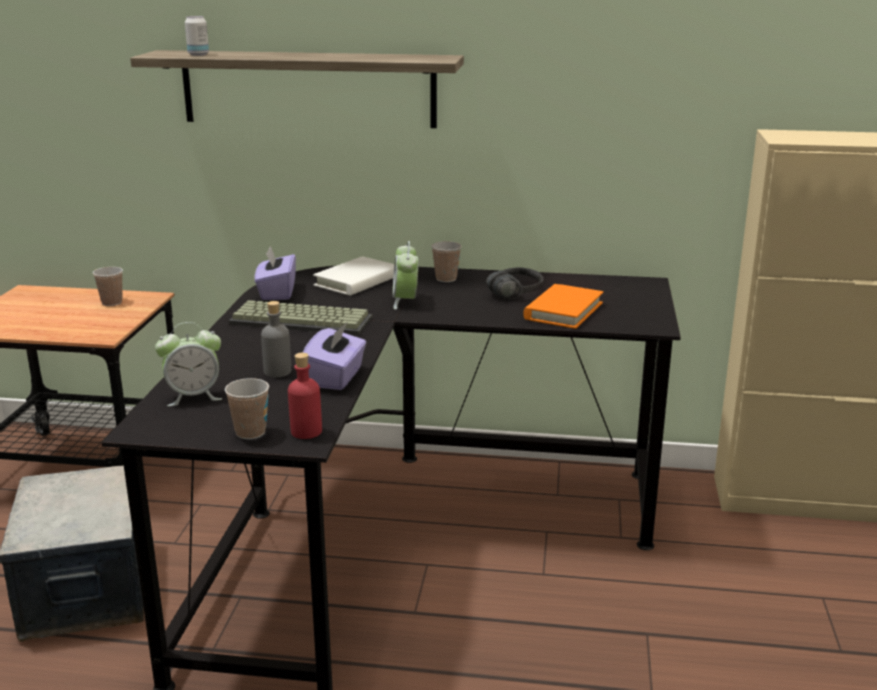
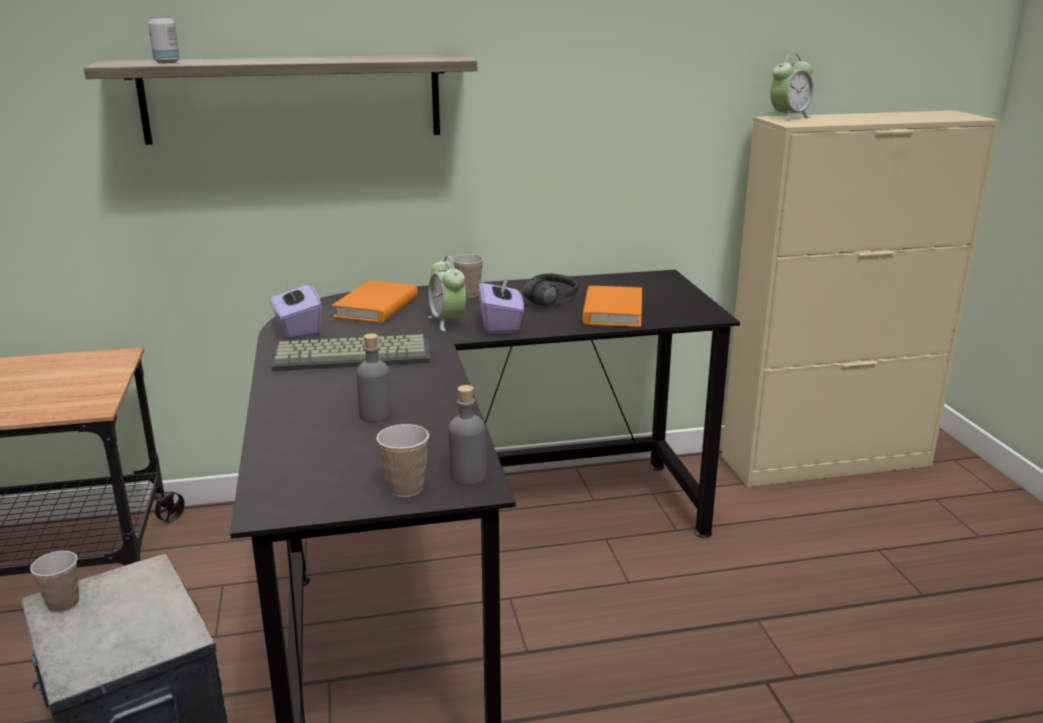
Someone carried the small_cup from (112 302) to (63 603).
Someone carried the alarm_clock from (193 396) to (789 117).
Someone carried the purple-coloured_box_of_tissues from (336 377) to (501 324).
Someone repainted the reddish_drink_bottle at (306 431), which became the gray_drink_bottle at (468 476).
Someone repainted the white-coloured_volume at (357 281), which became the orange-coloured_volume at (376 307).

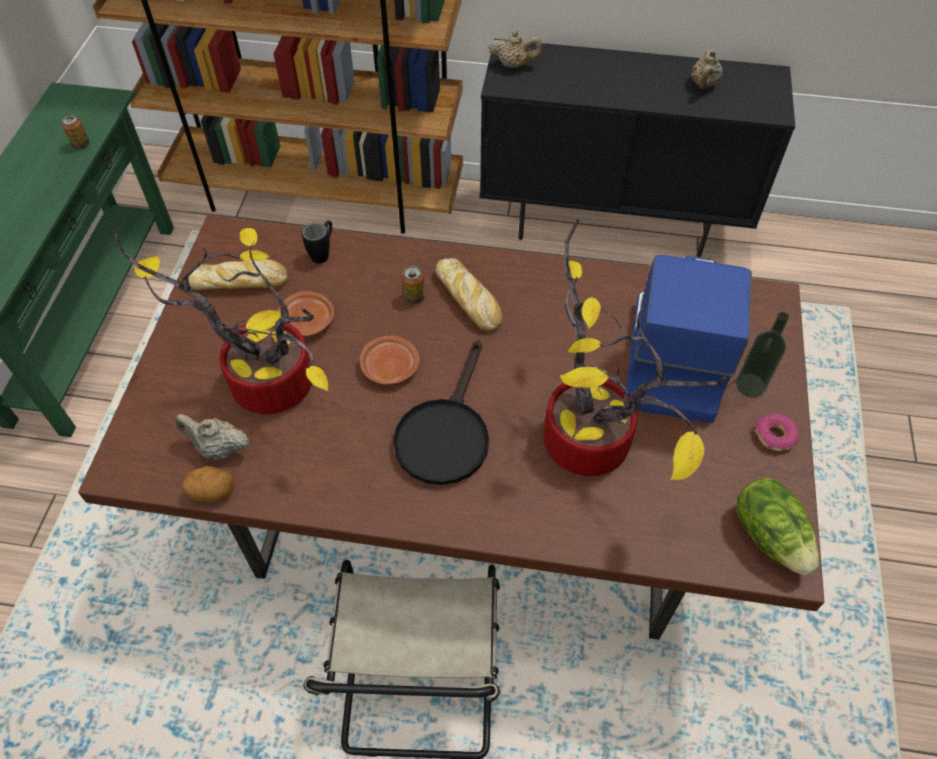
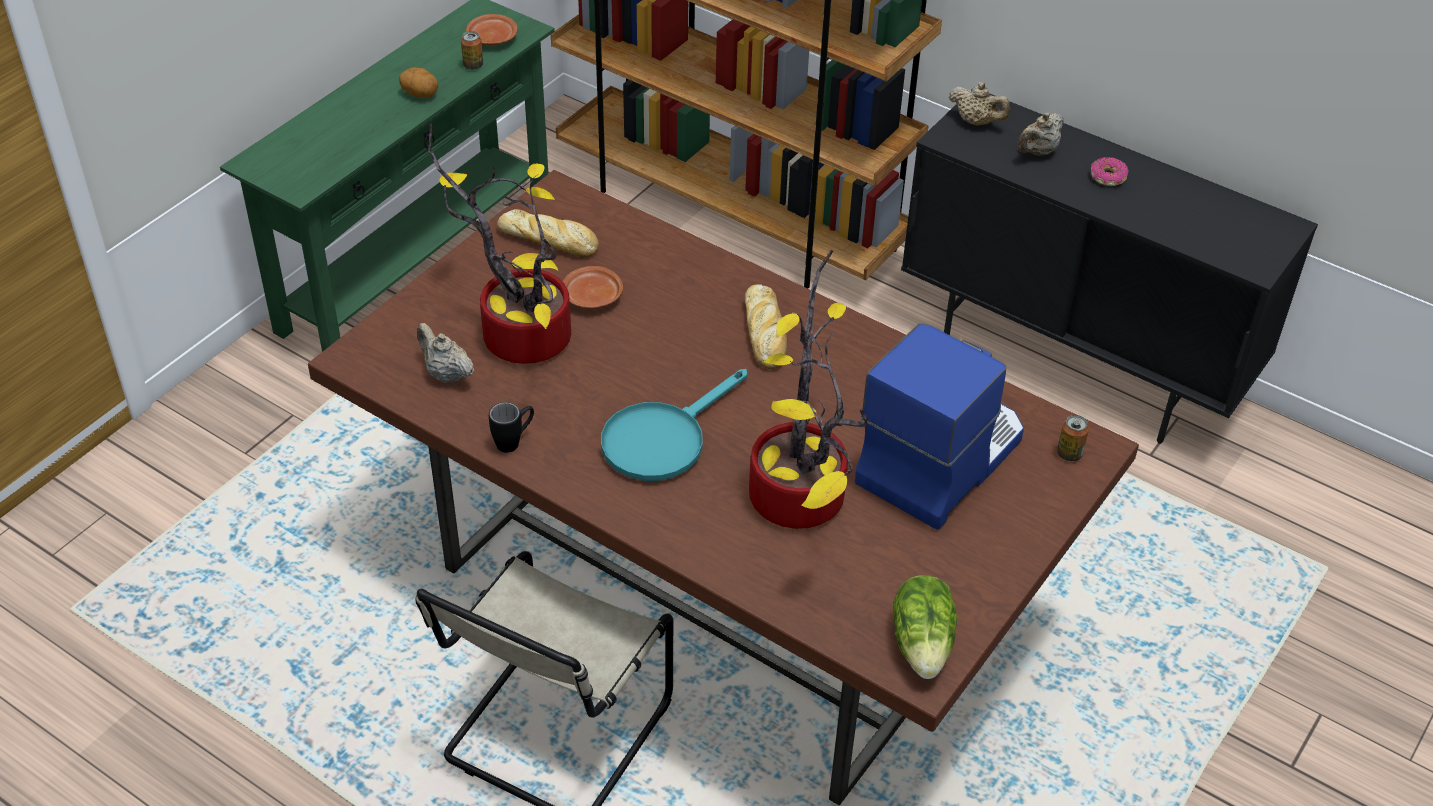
Someone took away the drink_bottle at (750 385).
Someone carried the whole_potato from (213 492) to (420 94).
Someone carried the black-coloured_tea_mug from (323 253) to (514 441).
Someone carried the brownish_flat_dish from (389 366) to (492 38).
Someone carried the sealed_can from (414 297) to (1069 454).
Someone carried the beige_tea_pot from (703 85) to (1038 152).
Someone carried the doughnut from (774 436) to (1107 177).
Someone repainted the black-coloured_skillet at (445 432), which became the blue-green_skillet at (663 438).

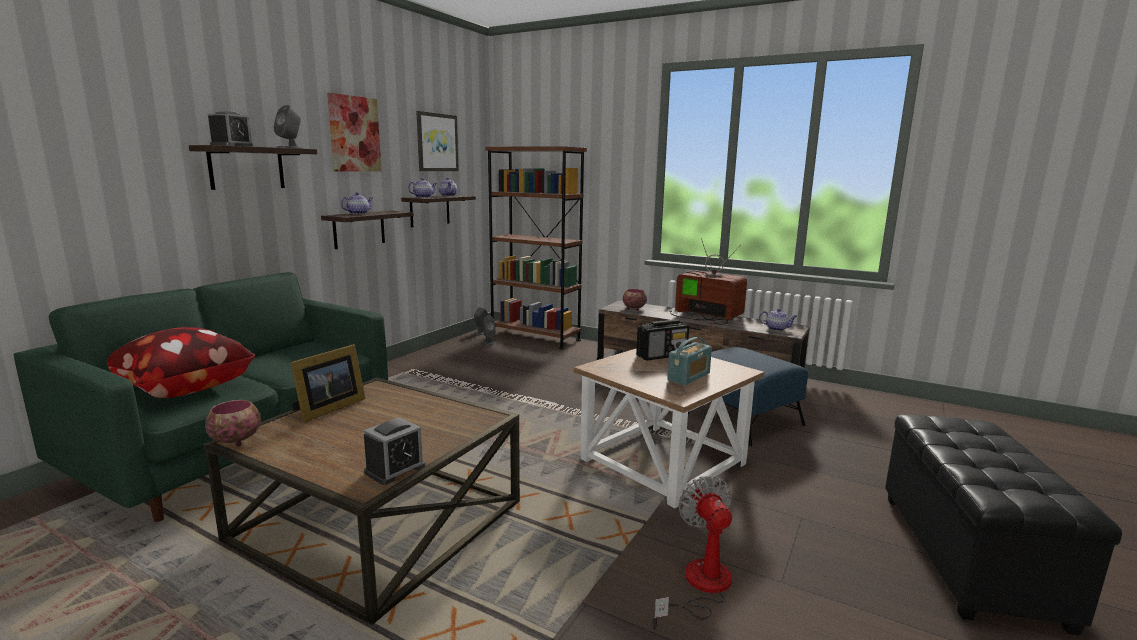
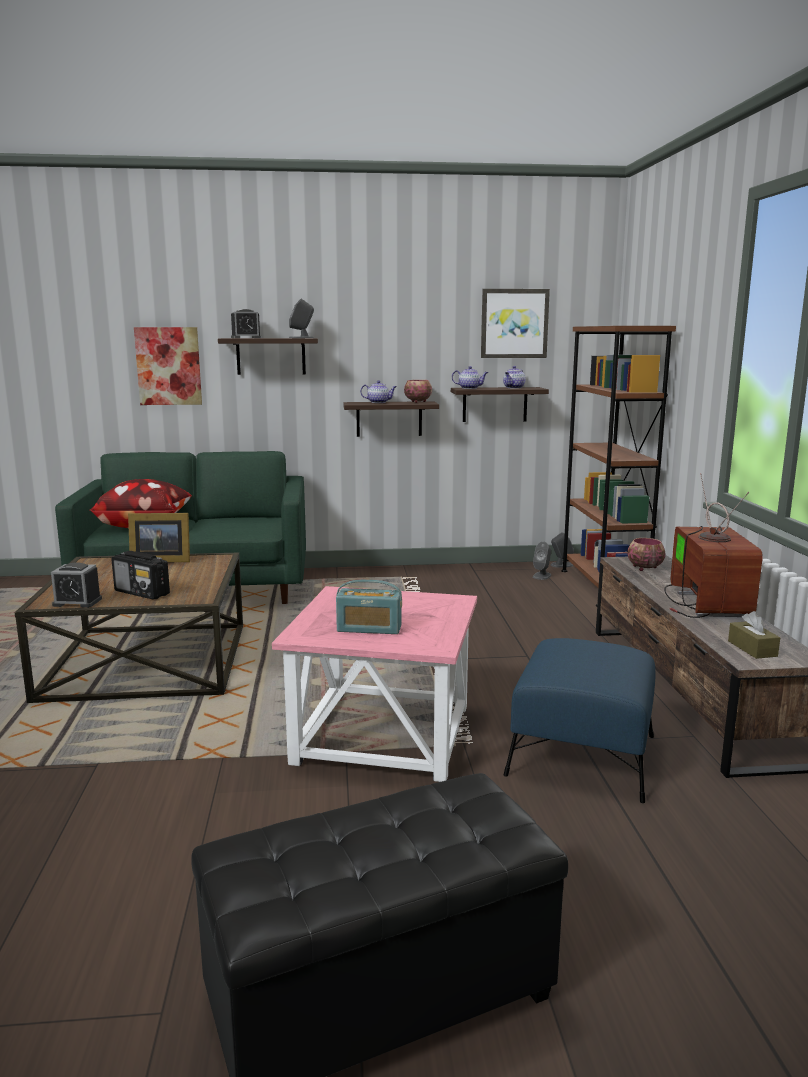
Someone took away the fan at (700 586).
Someone carried the serving_bowl from (236 440) to (418 402).
Someone carried the picture from (354 134) to (168 366).
Someone carried the radio from (662 355) to (142 593).
Someone swapped the tea_pot at (777 329) for the brownish_box_of_tissues at (752 648).
Someone repainted the brownish_side_table at (662 461), which became the pink-coloured_side_table at (386 733).

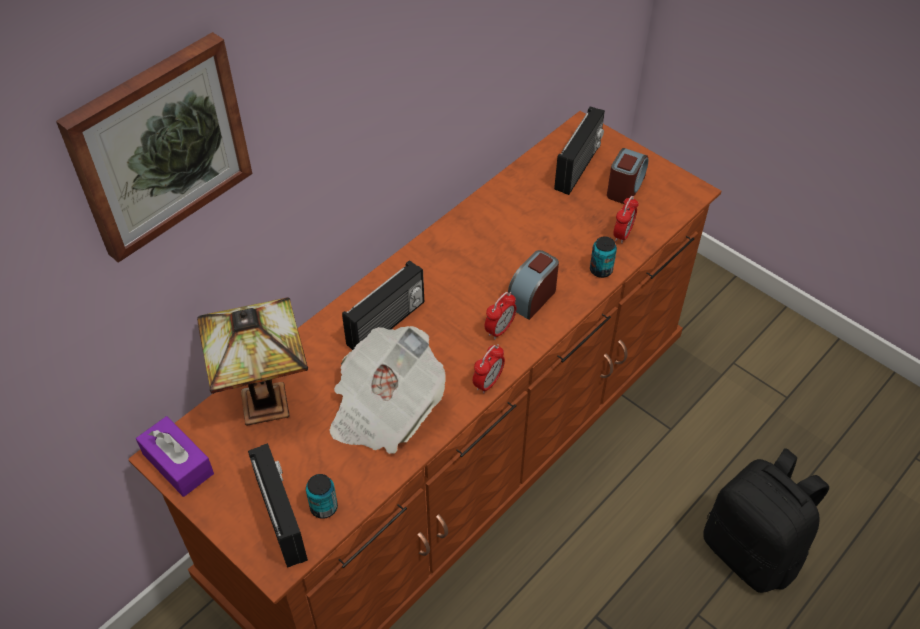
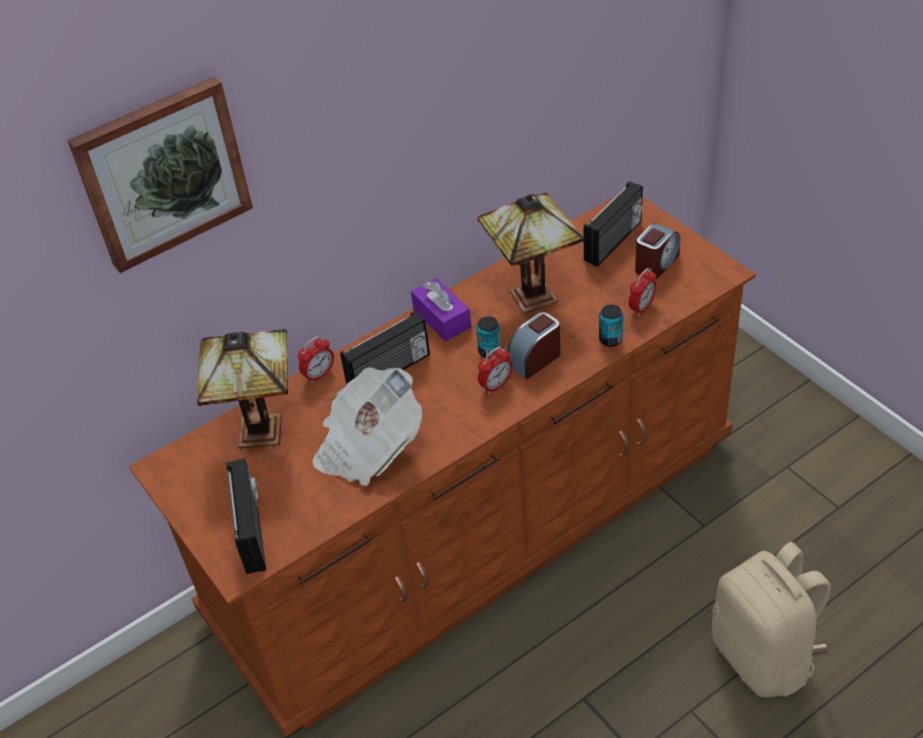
Someone put down the tabletop_lamp at (530 295).
Someone carried the purple-coloured_box_of_tissues from (178 464) to (442 318).
Someone carried the sealed_can from (324 507) to (490 351).
Someone carried the alarm_clock from (488 382) to (319 375).
Someone repainted the black-coloured_rucksack at (752 551), which became the beige_rucksack at (764 656).

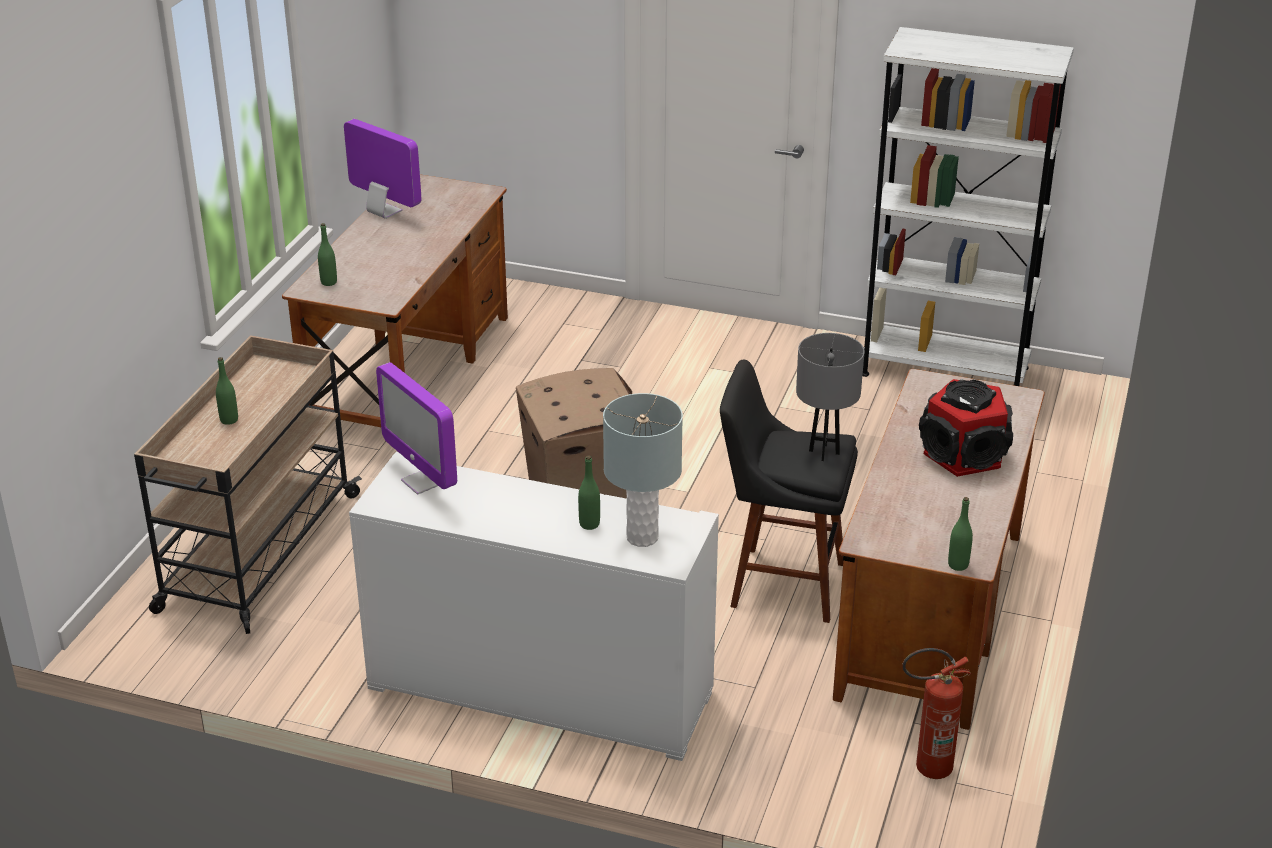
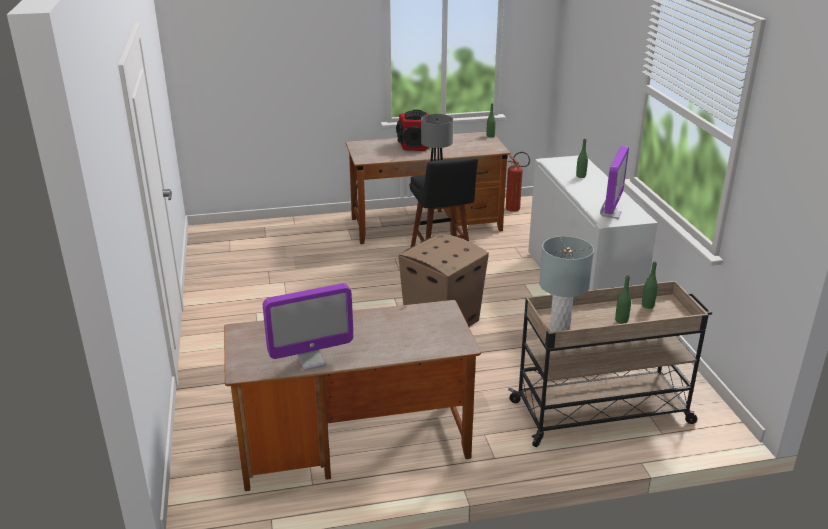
Someone took away the white-coloured_shelving_unit at (944 371).
Someone carried the green_drink_bottle from (329 282) to (647 306).
Someone carried the gray_tabletop_lamp from (641 537) to (559 330).
Someone rotated the monitor at (384 212) by 120 degrees counterclockwise.

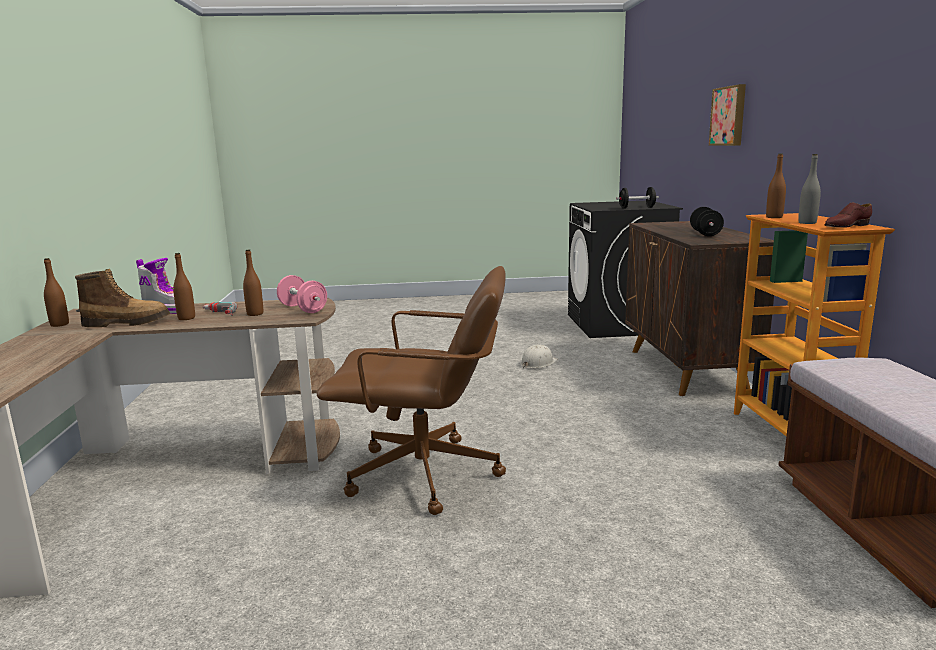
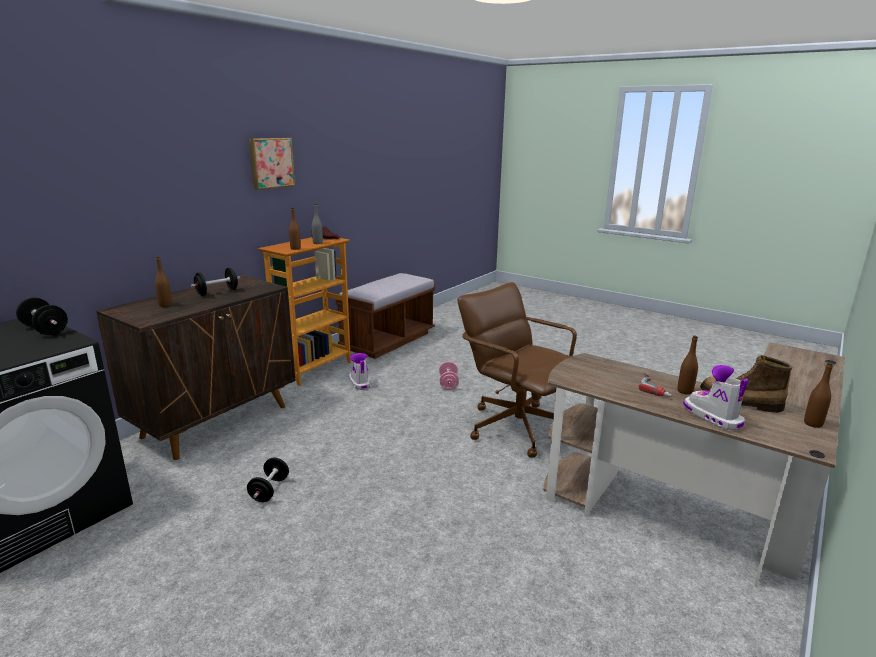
Someone put down the boot at (359 382).
Someone carried the brownish_drink_bottle from (255 314) to (165 305).
Someone carried the pink-coloured_dumbbell from (303 309) to (448 383).
Someone carried the picture from (729 116) to (271 163).
Someone swapped the white-coloured_hard_hat at (538 363) for the black-coloured_dumbbell at (269 490).

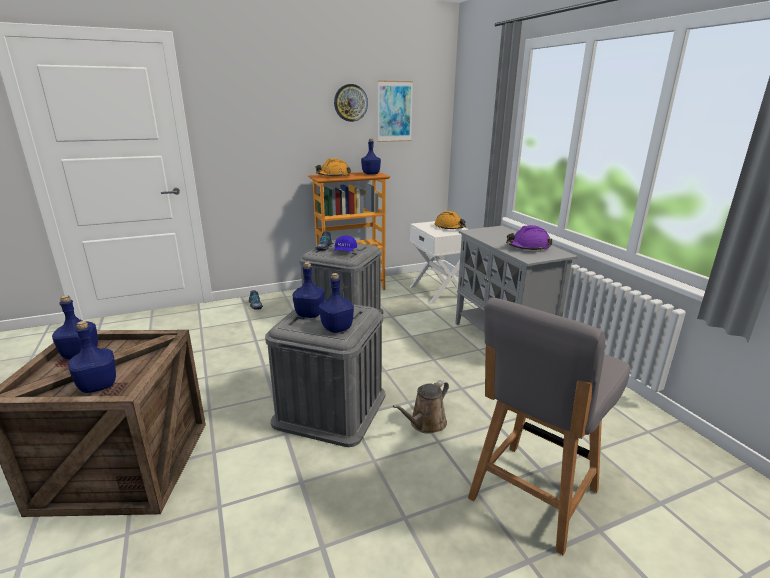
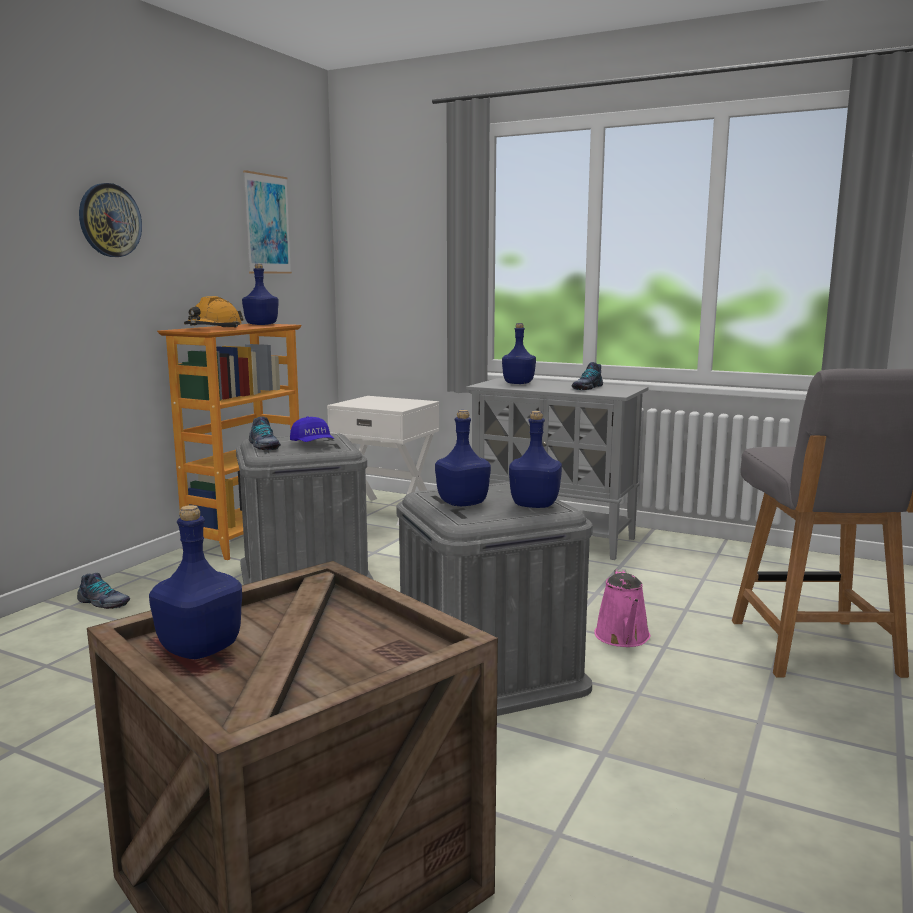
Someone took away the orange-coloured_hard_hat at (449 228).
Someone carried the bluish_drink_bottle from (98 386) to (519 383).
Someone carried the clock_on_the_wall from (350 103) to (109 220).
Someone swapped the purple-coloured_hard_hat at (528 247) for the item_of_footwear at (586 387).
Someone repainted the brownish_watering_pot at (425 424), which became the pink-coloured_watering_pot at (623 638).

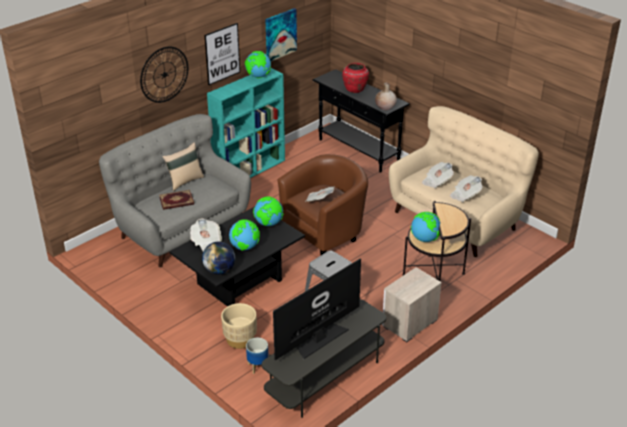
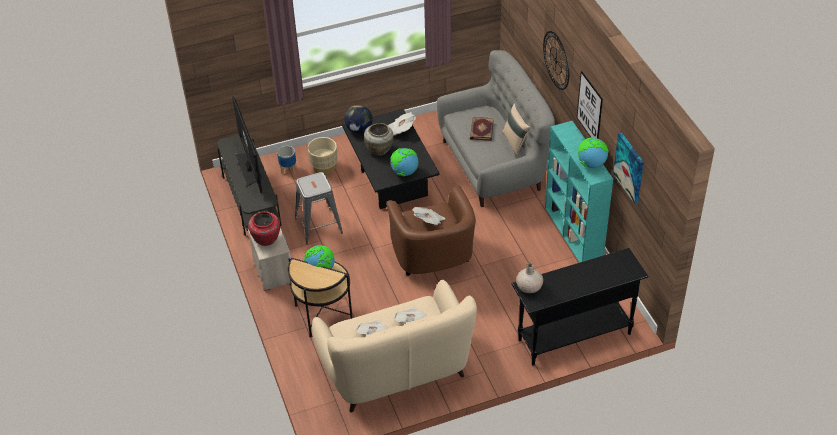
Someone carried the reddish_flower_vase from (355 89) to (266 240).
Someone swapped the desk_globe at (245 247) for the beige_flower_vase at (380 150).

